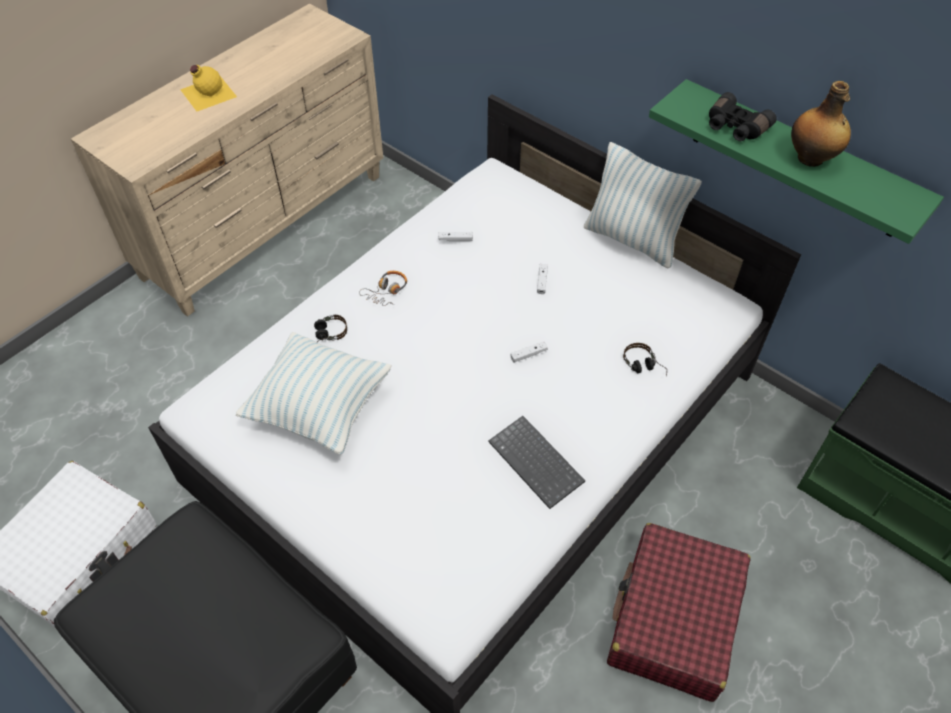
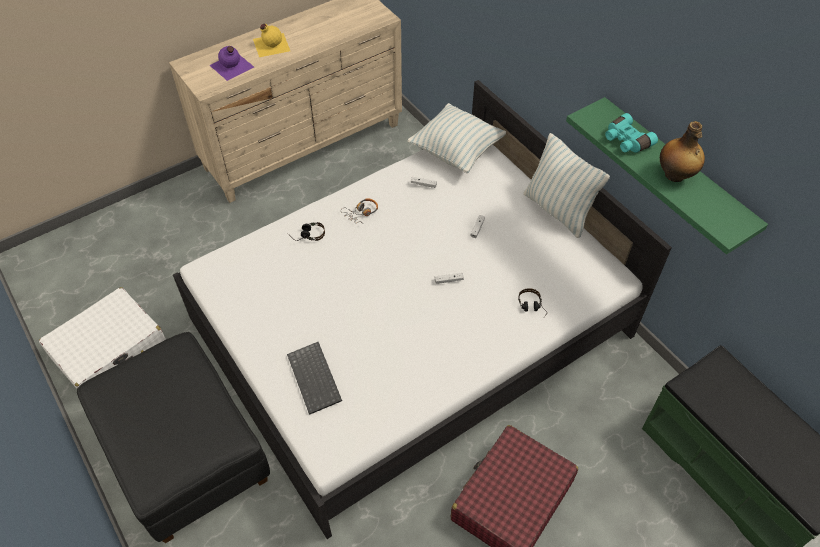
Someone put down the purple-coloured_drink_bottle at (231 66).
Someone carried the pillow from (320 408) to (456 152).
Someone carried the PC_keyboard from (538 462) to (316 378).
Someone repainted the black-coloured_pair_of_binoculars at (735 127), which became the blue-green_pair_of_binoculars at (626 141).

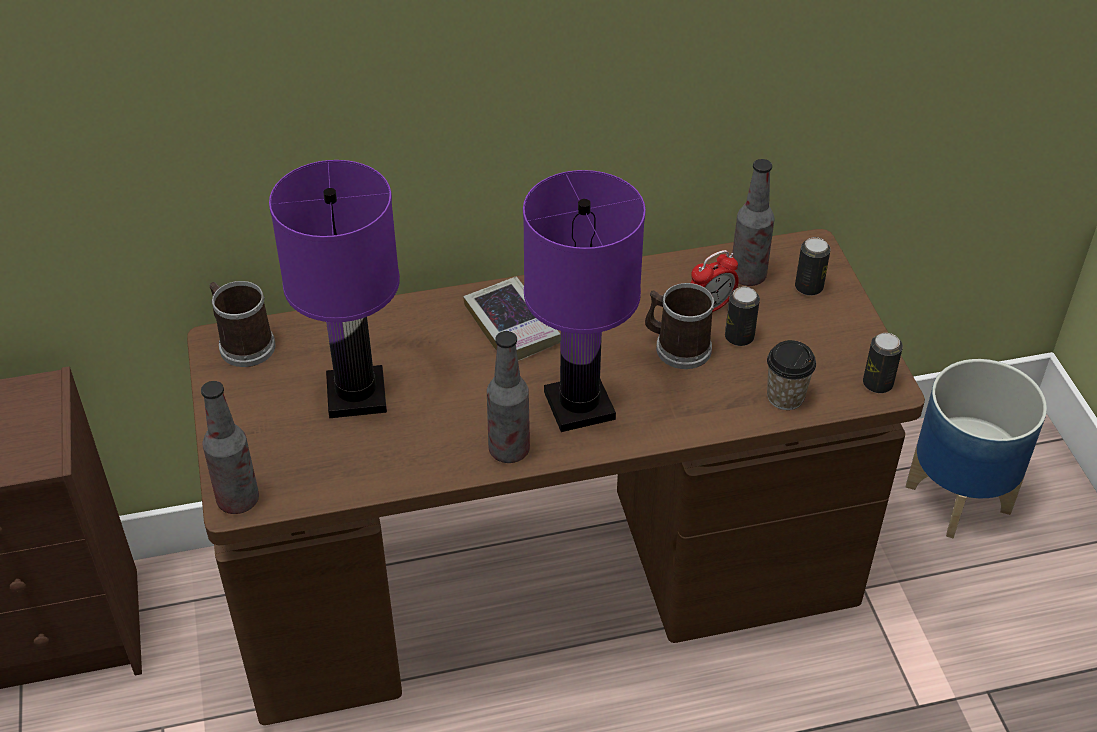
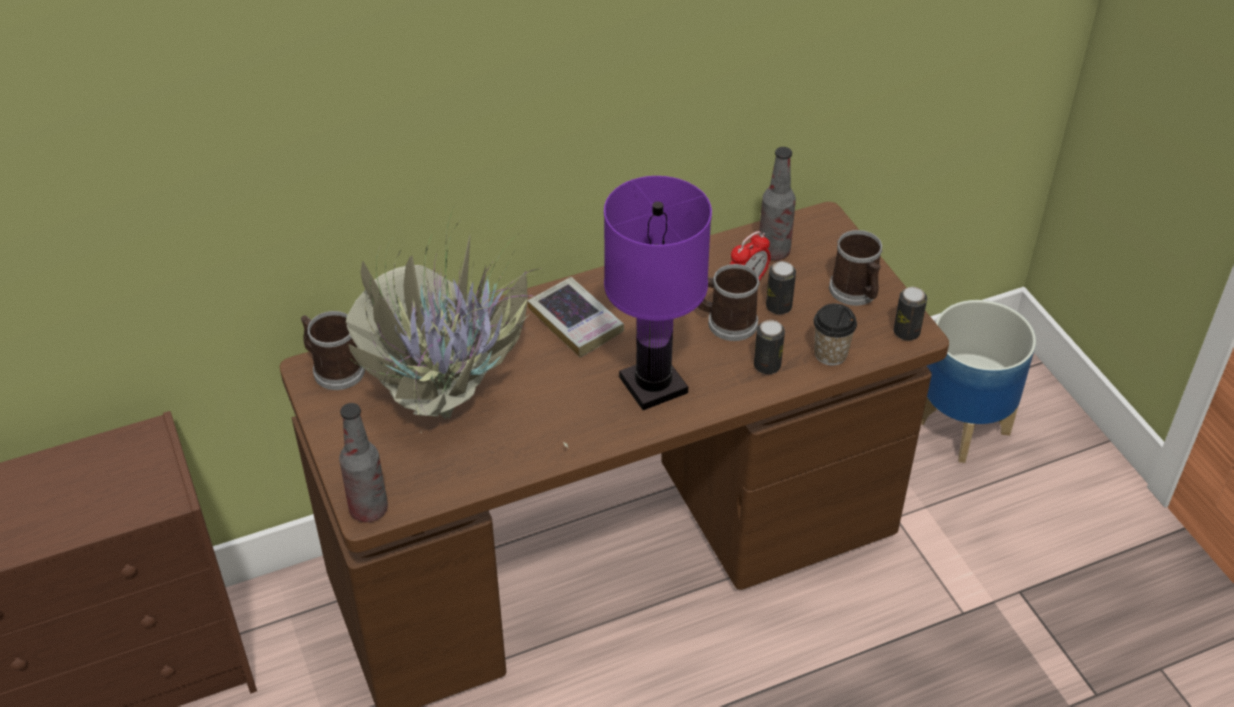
Someone took away the drink_bottle at (509 450).
Someone put down the tea_mug at (856 292).
Someone carried the sealed_can from (808 287) to (767 365).
Someone swapped the purple-coloured_tabletop_lamp at (357 395) for the plant_in_a_pot at (452 402).

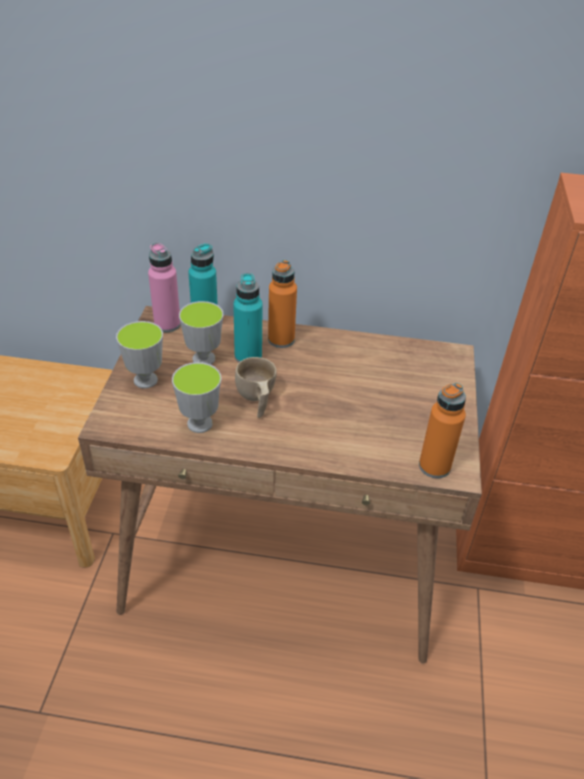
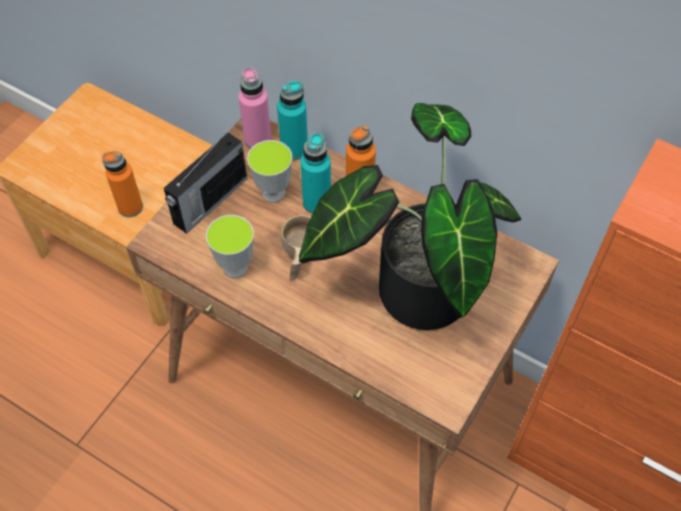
Someone put down the plant_in_a_pot at (413 287).
Someone carried the orange-coloured_drink_bottle from (434 466) to (130 207).
Someone swapped the small_cup at (145 380) for the radio at (209 202).

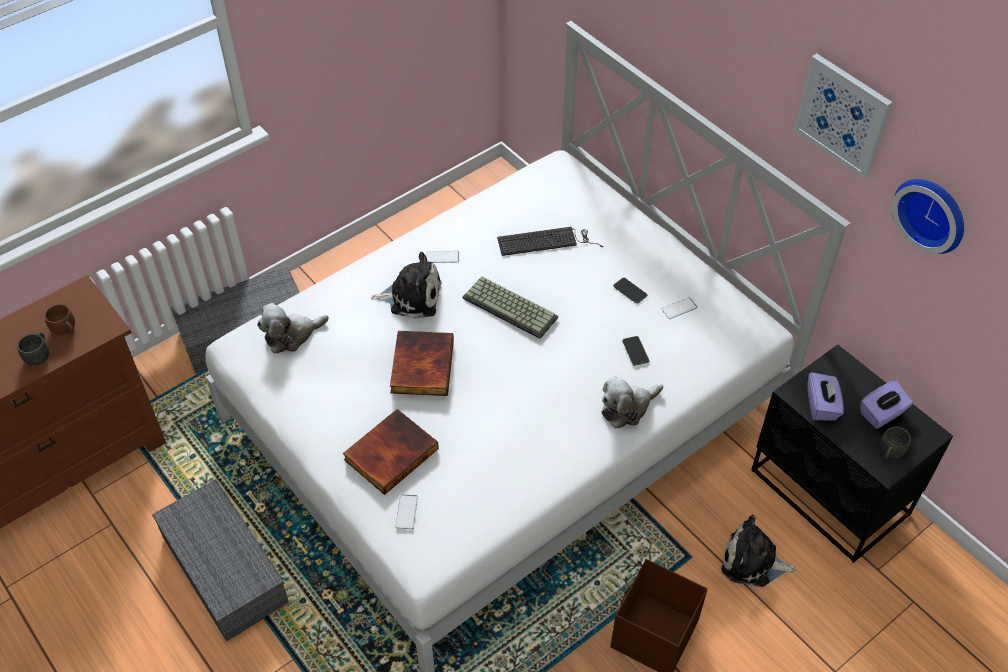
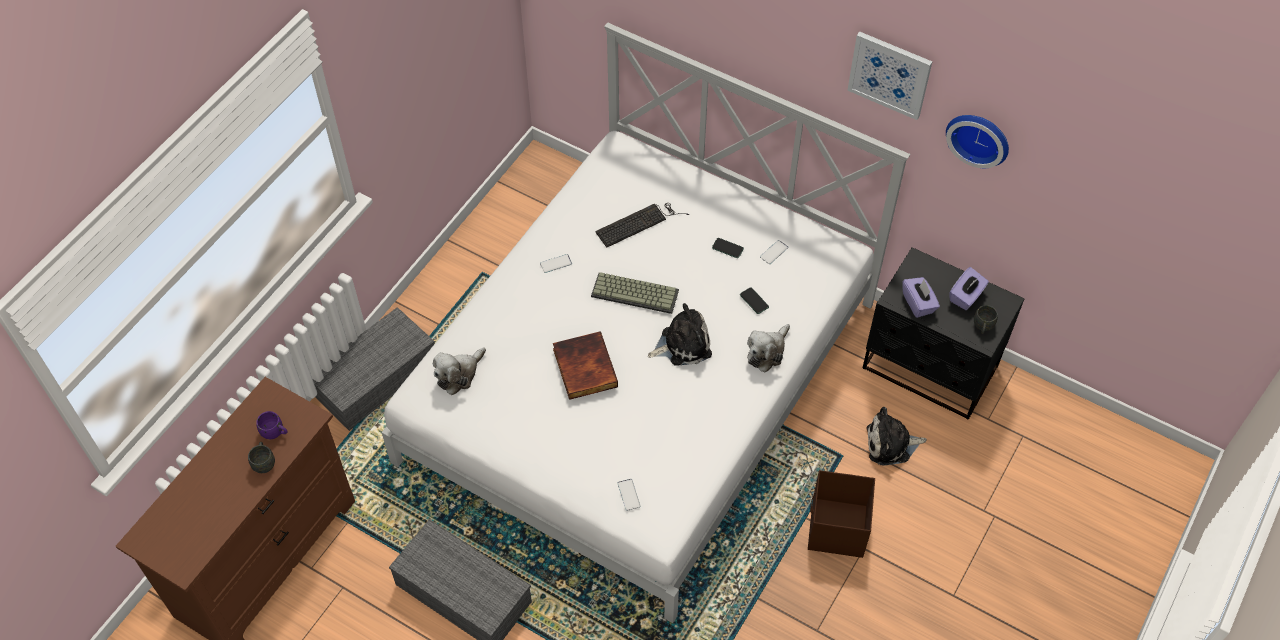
Someone took away the volume at (390 453).
Someone carried the plush_toy from (412 296) to (682 344).
Someone repainted the brownish_tea_mug at (66 330), which became the purple-coloured_tea_mug at (275 432).

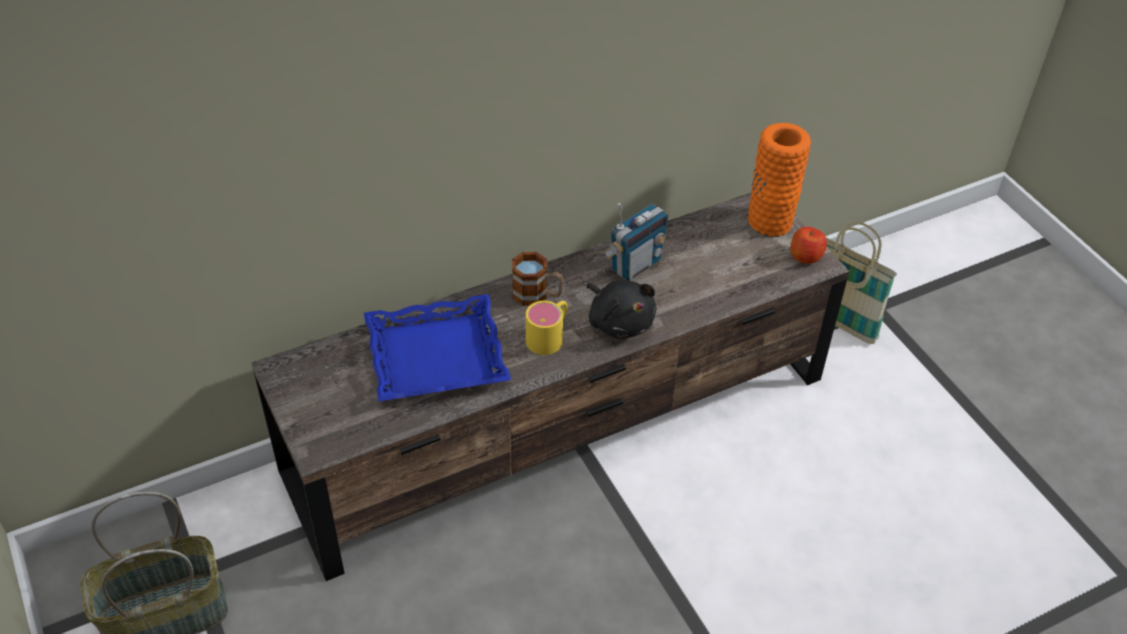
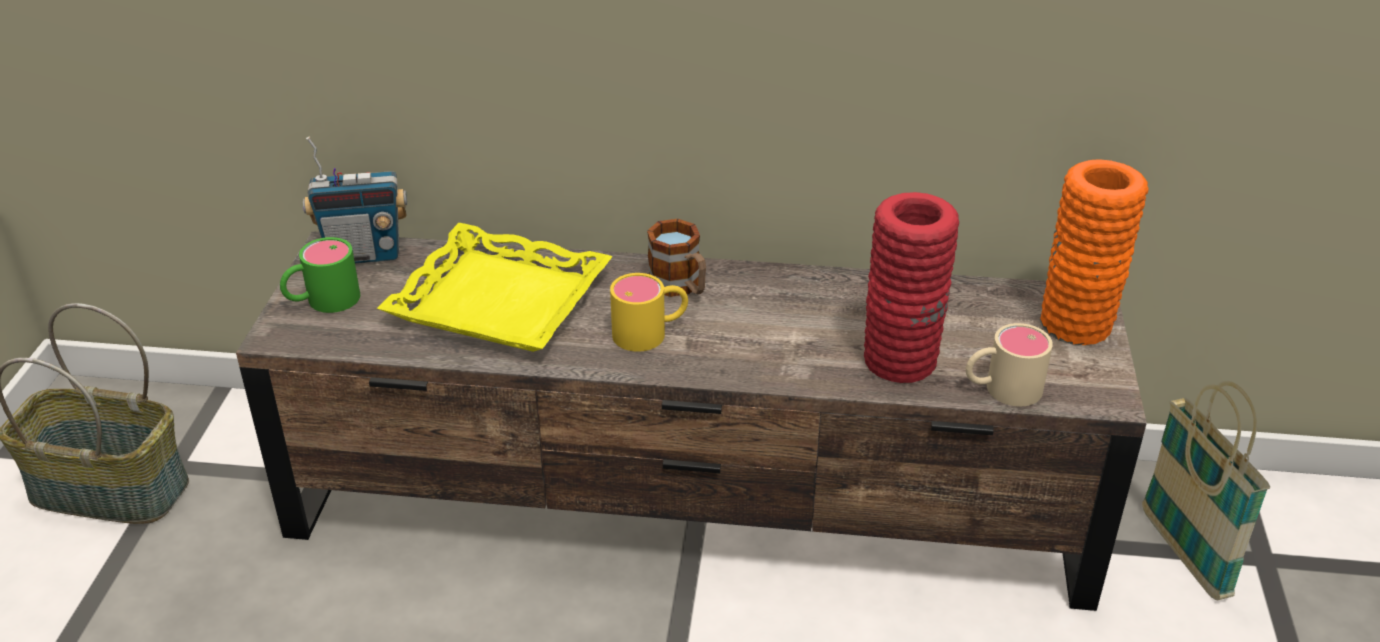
Someone took away the black-coloured_plush_toy at (619 321).
Someone took away the apple_fruit at (805 256).
Someone put down the green_tea_mug at (322 301).
Someone put down the reddish_flower_vase at (900 360).
Someone put down the beige_tea_mug at (1001 389).
Someone carried the radio from (635 265) to (364 254).
Someone repainted the bluish_carrying_tray at (436 356), which became the yellow_carrying_tray at (501 300).

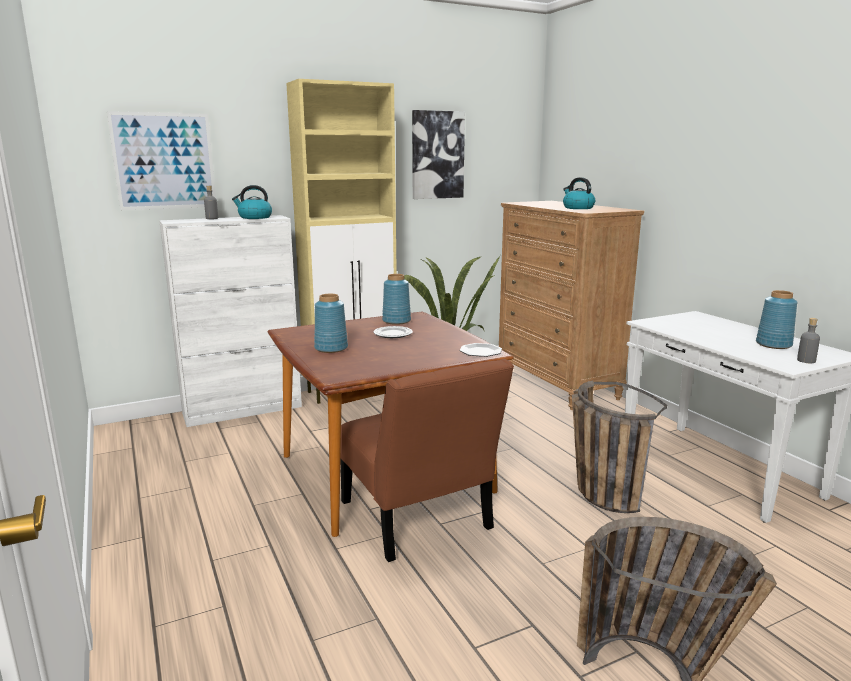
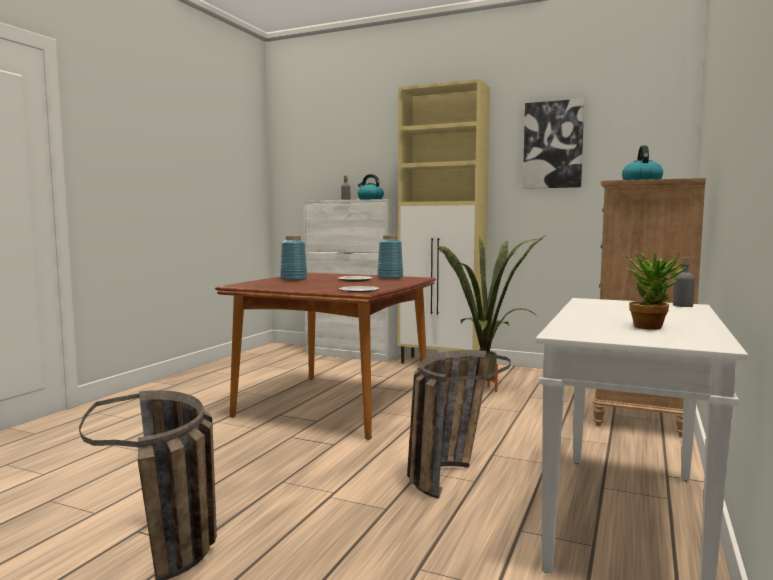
Someone took away the picture at (164 161).
Someone took away the brownish_plain_chair at (418 520).
Someone carried the gray_drink_bottle from (806 360) to (682 305).
Someone swapped the bluish_flower_vase at (774 345) for the plant_in_a_pot at (651 326).

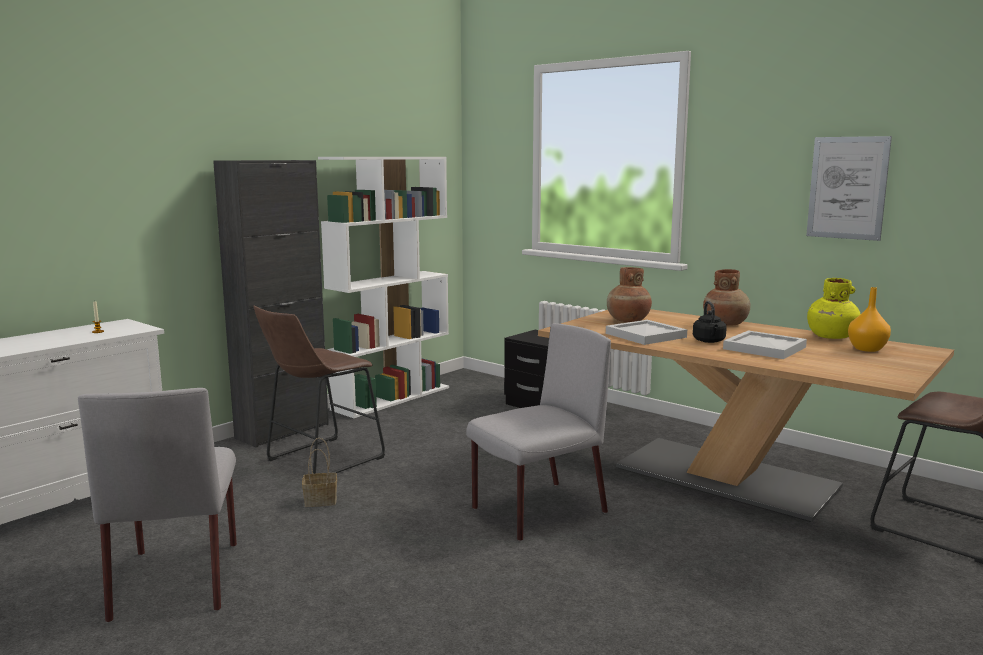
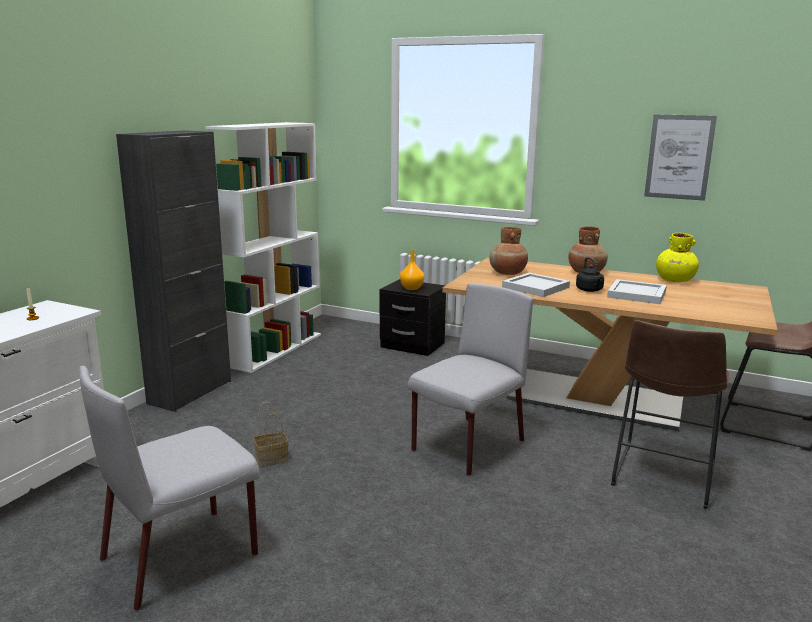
Someone carried the brownish_sitting_stool from (320 460) to (661 478).
Someone carried the orange-coloured_flower_vase from (867 349) to (412 288).
Someone rotated the gray_plain_chair at (177 578) by 75 degrees clockwise.

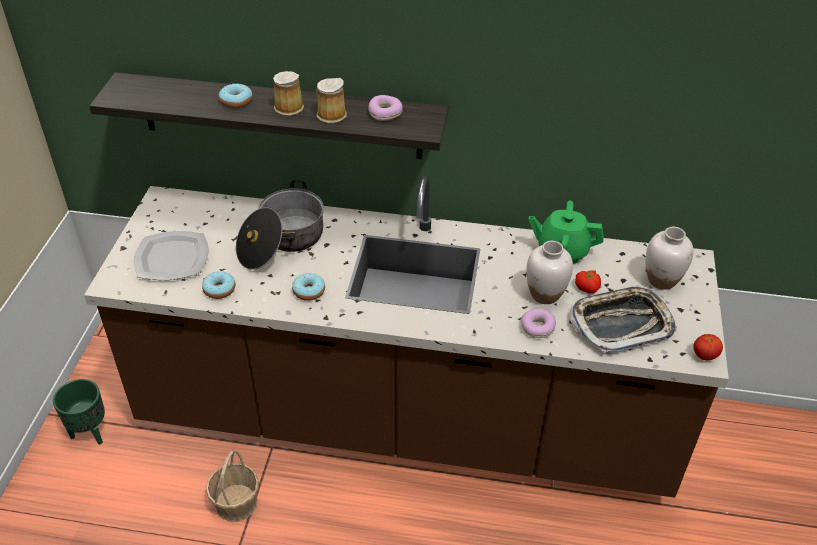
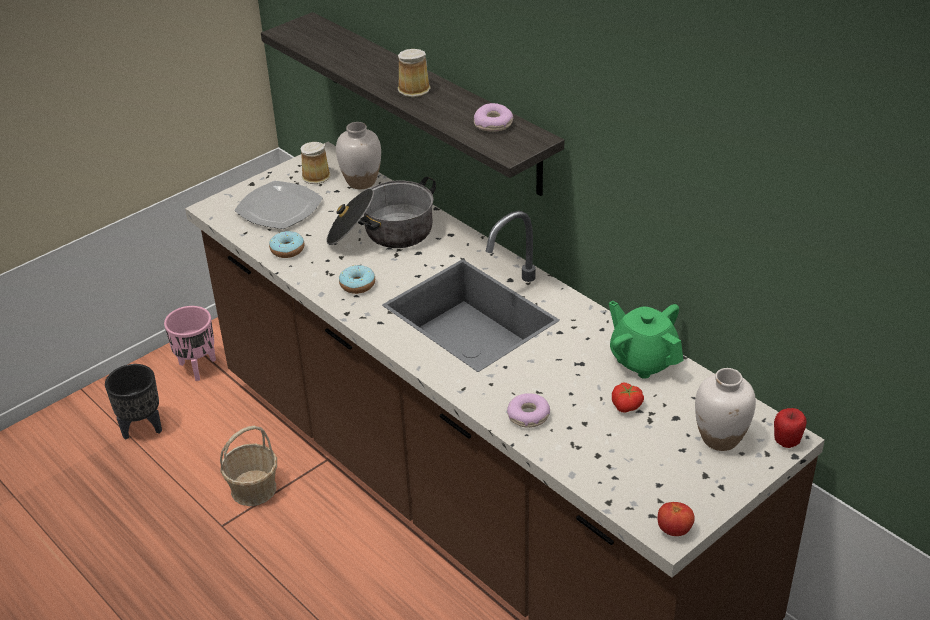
Someone took away the doughnut at (236 101).
Someone took away the carrying_tray at (621 323).
Someone put down the black-coloured_planter at (142 427).
Someone put down the apple_fruit at (786 442).
Someone carried the tea_mug from (330 114) to (316 175).
Someone carried the white-coloured_flower_vase from (545 295) to (361 182).
Someone repainted the green_planter at (90 433), which became the pink-coloured_planter at (197 368).

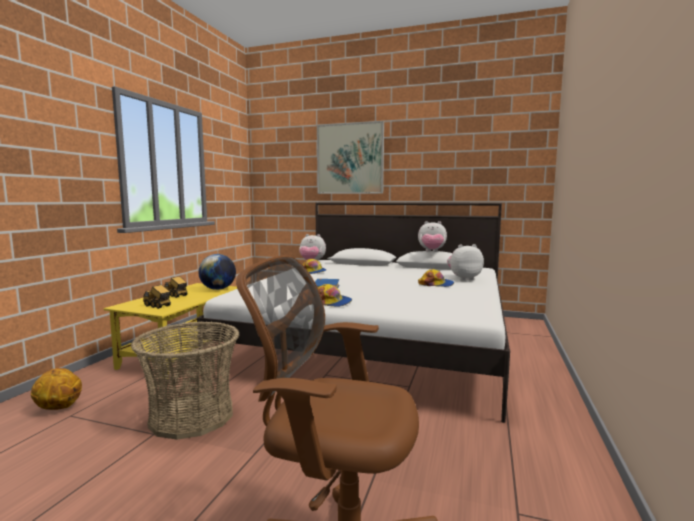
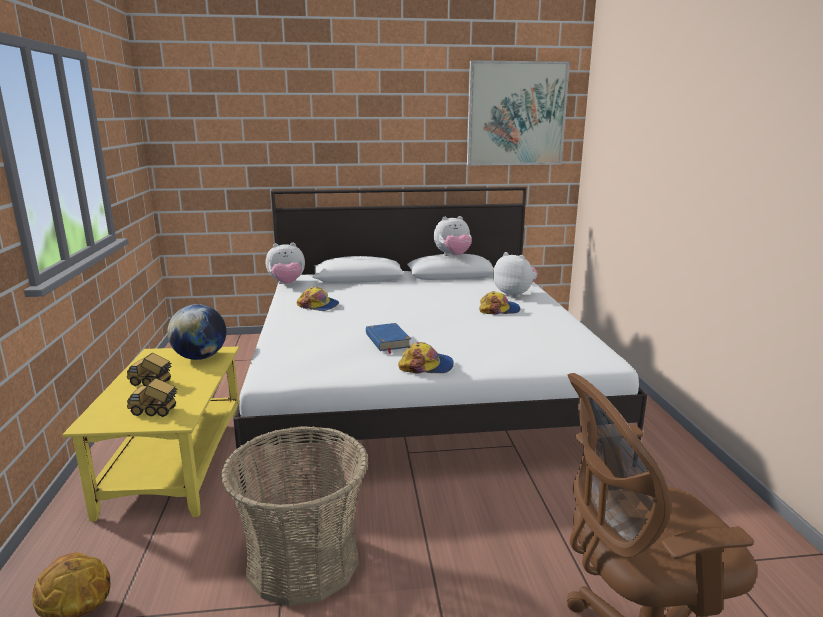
Someone carried the picture from (350 159) to (516 114).
Someone rotated the plush_toy at (463 279) by 75 degrees clockwise.

